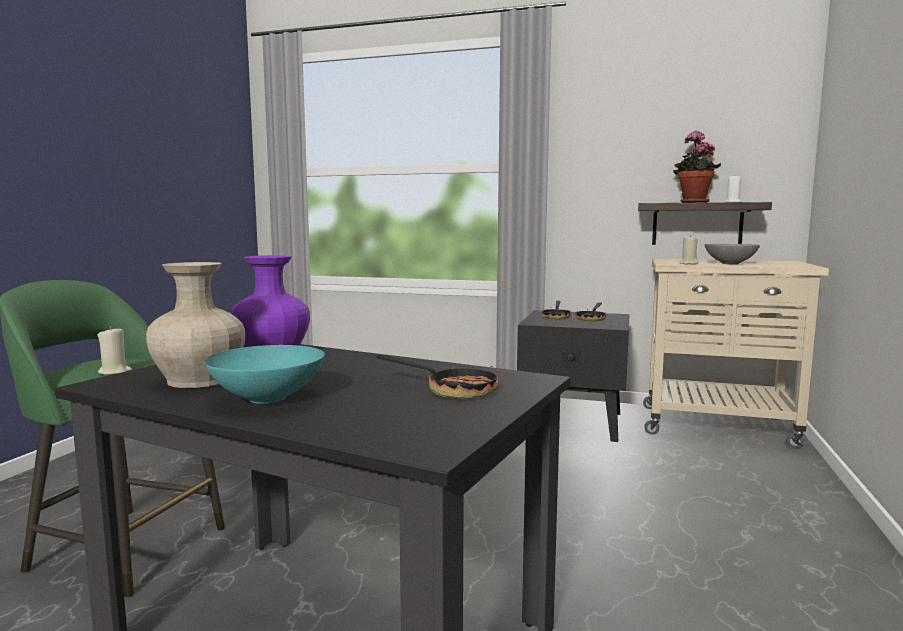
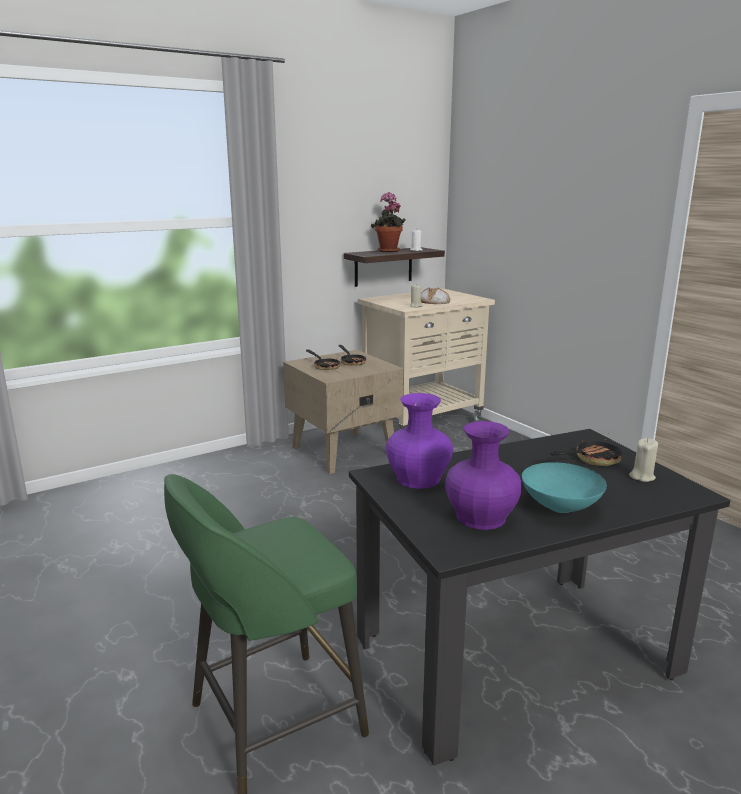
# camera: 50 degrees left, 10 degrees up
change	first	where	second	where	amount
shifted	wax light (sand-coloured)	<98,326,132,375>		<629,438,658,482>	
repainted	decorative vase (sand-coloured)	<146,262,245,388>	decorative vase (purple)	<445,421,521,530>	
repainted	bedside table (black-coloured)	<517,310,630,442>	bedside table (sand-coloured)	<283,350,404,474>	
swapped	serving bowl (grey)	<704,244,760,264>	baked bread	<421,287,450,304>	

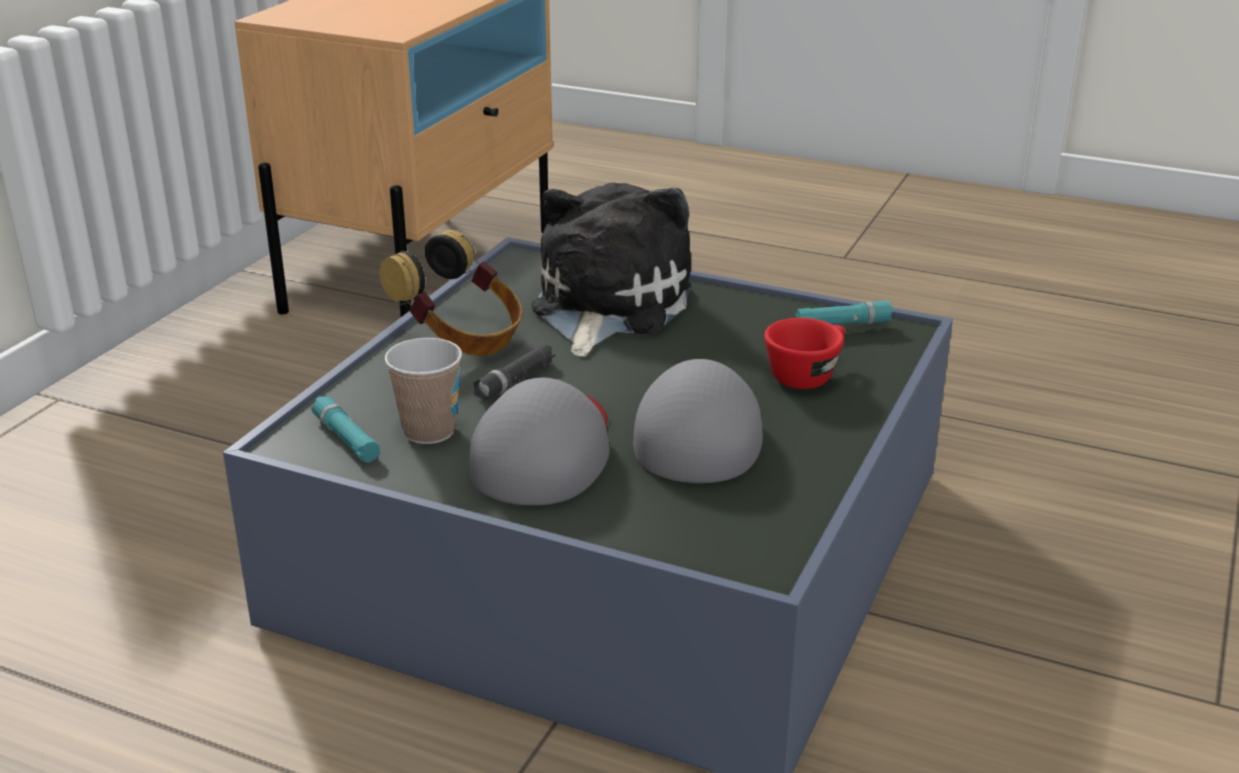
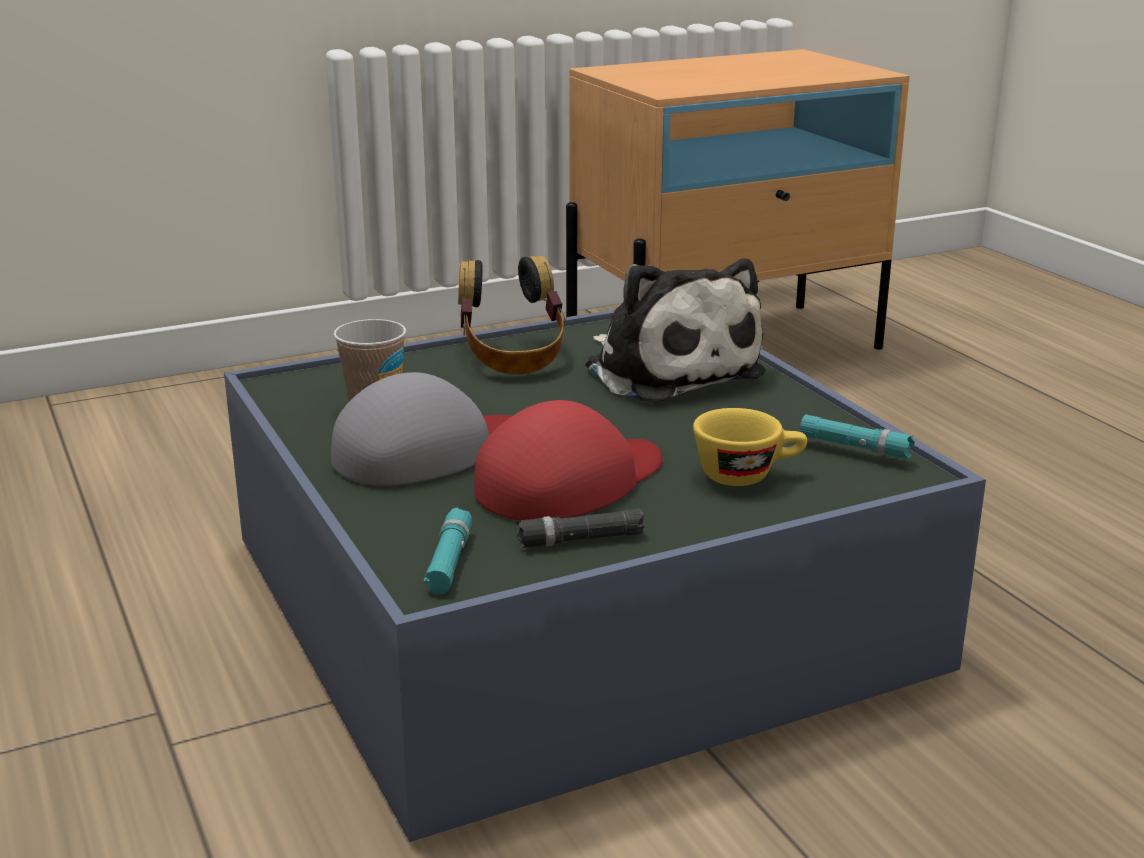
# camera: 40 degrees right, 5 degrees down
change	first	where	second	where	amount
shifted	flashlight (turquoise-coloured)	<311,396,380,463>		<424,508,472,594>	
shifted	flashlight (black-coloured)	<473,343,555,402>		<516,509,645,548>	
rotated	soft toy	<532,183,691,357>		<585,258,766,403>	90 degrees clockwise
repainted	baseball cap (grey)	<633,359,763,483>	baseball cap (red)	<474,400,662,521>	
repainted	cup (red)	<764,318,845,389>	cup (yellowish)	<693,408,807,486>	

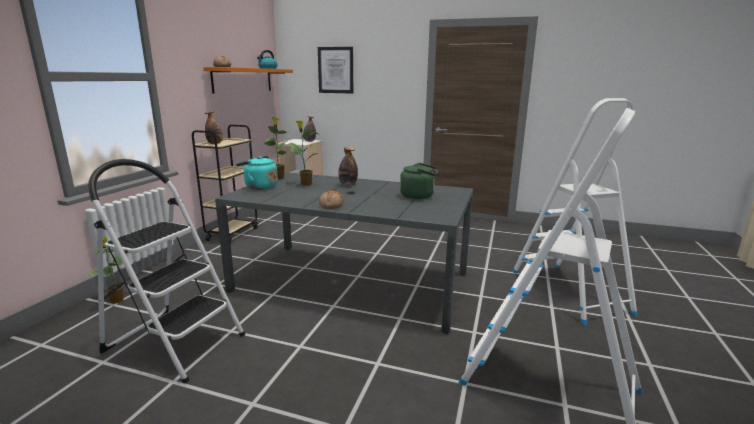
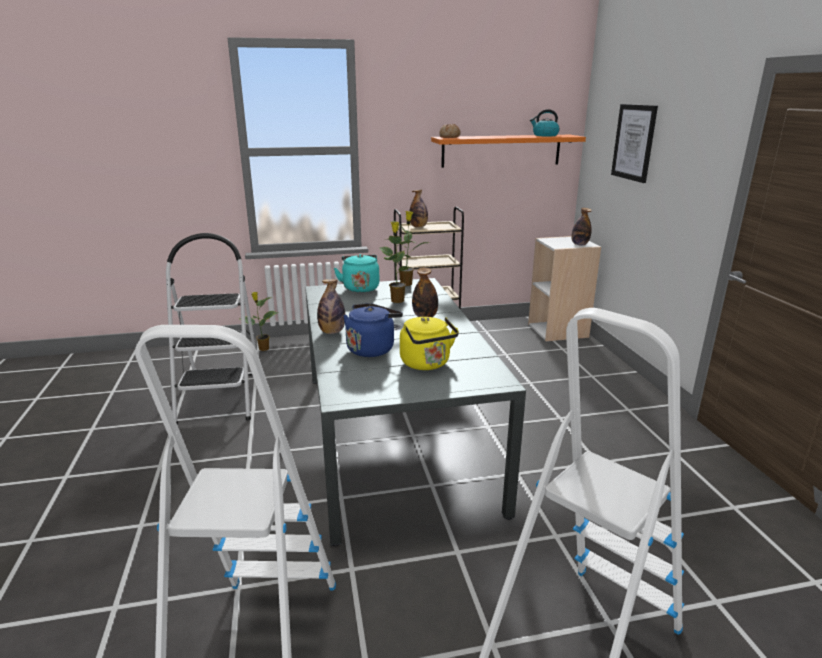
# camera: 60 degrees right, 5 degrees up
change	first	where	second	where	amount
swapped	baked bread	<319,190,344,209>	beverage bottle	<317,279,345,334>	
repainted	tea kettle (greenish)	<400,163,438,199>	tea kettle (yellowish)	<400,317,459,370>	
new			tea kettle (blue)	<343,303,403,357>	

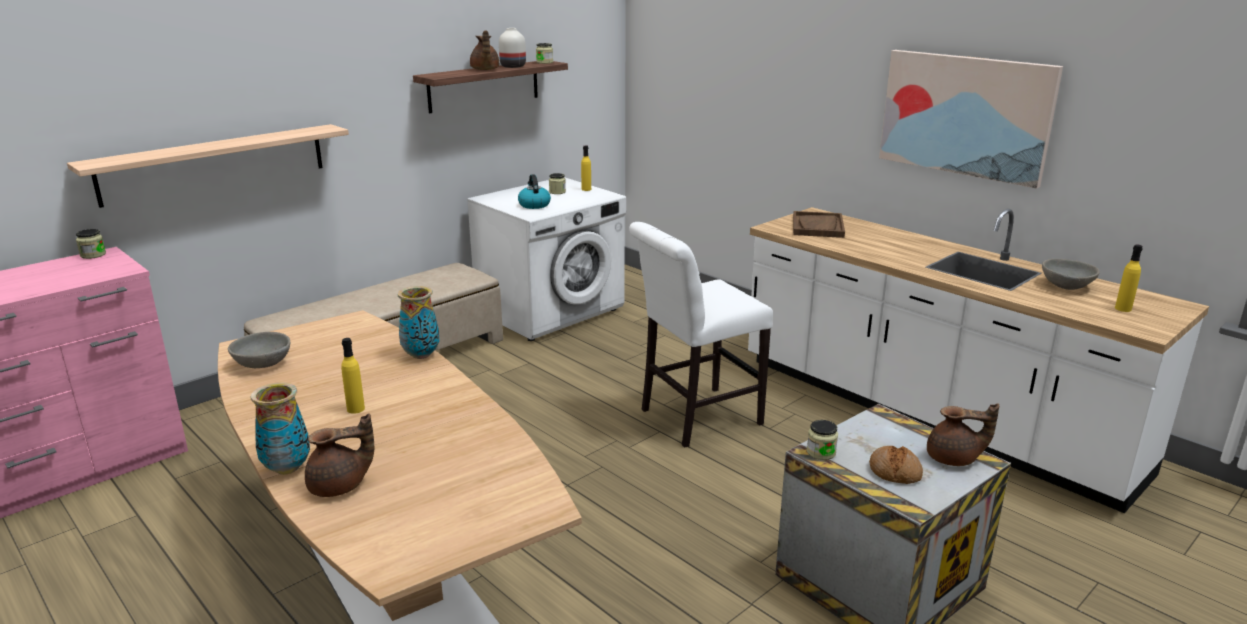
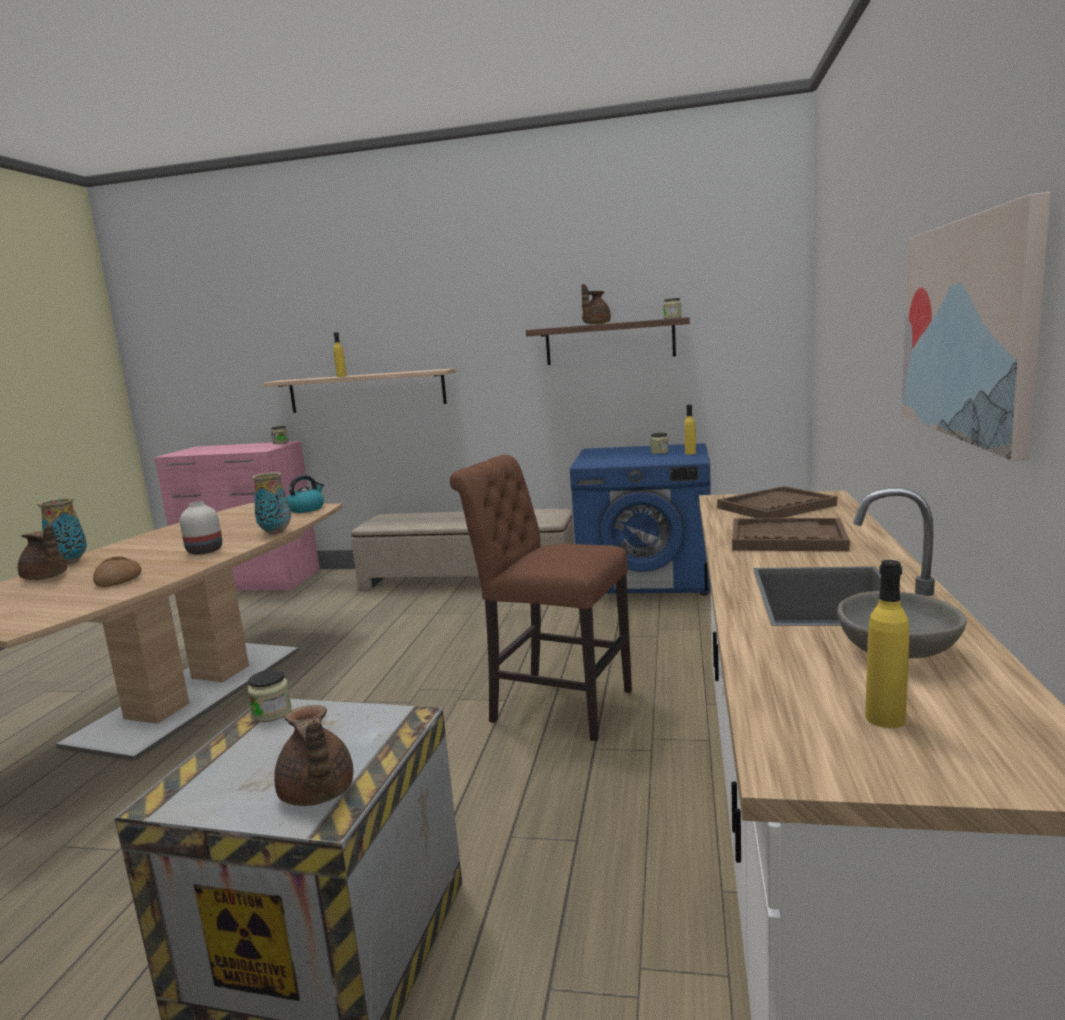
# camera: 55 degrees right, 10 degrees down
change	first	where	second	where	amount
gone	serving bowl (grey)	<228,332,290,368>			
shifted	beverage bottle (yellowish)	<341,338,365,414>		<333,332,347,377>	
repainted	laundry appliance (white)	<467,177,626,341>	laundry appliance (blue)	<570,443,711,595>	
shifted	decorative vase (white)	<499,28,526,68>		<180,501,222,555>	
shifted	tea kettle	<518,174,551,209>		<287,475,324,513>	
repainted	stool (white)	<629,222,773,448>	stool (brownish)	<450,455,632,742>	
shifted	baked bread	<869,446,923,484>		<93,556,142,587>	
new			serving tray (brownish)	<732,518,850,551>	

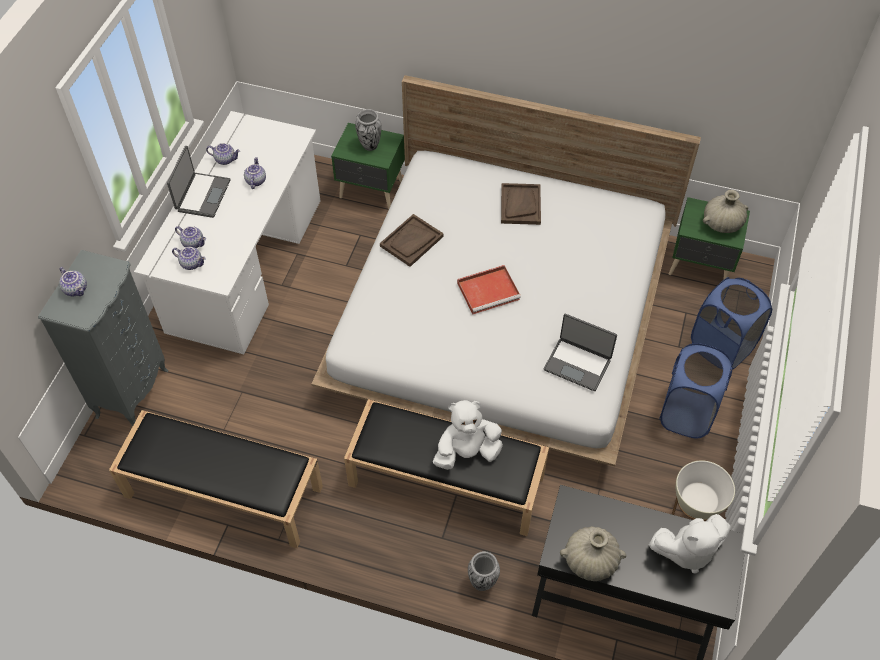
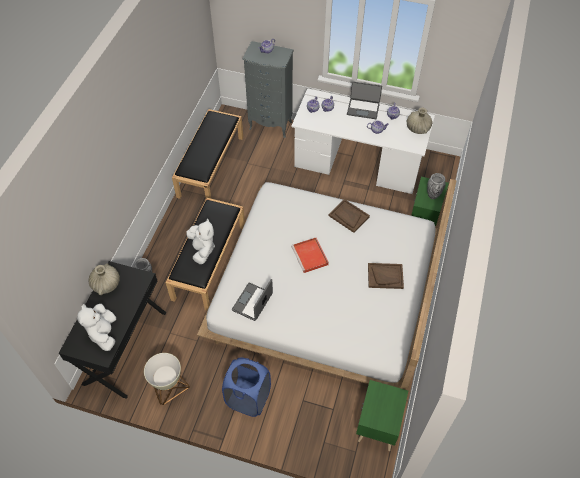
# camera: 90 degrees right, 0 degrees up
change	first	where	second	where	amount
gone	hamper (blue)	<691,277,772,370>			
shifted	decorative vase (sand-coloured)	<703,190,748,233>		<407,108,432,134>	

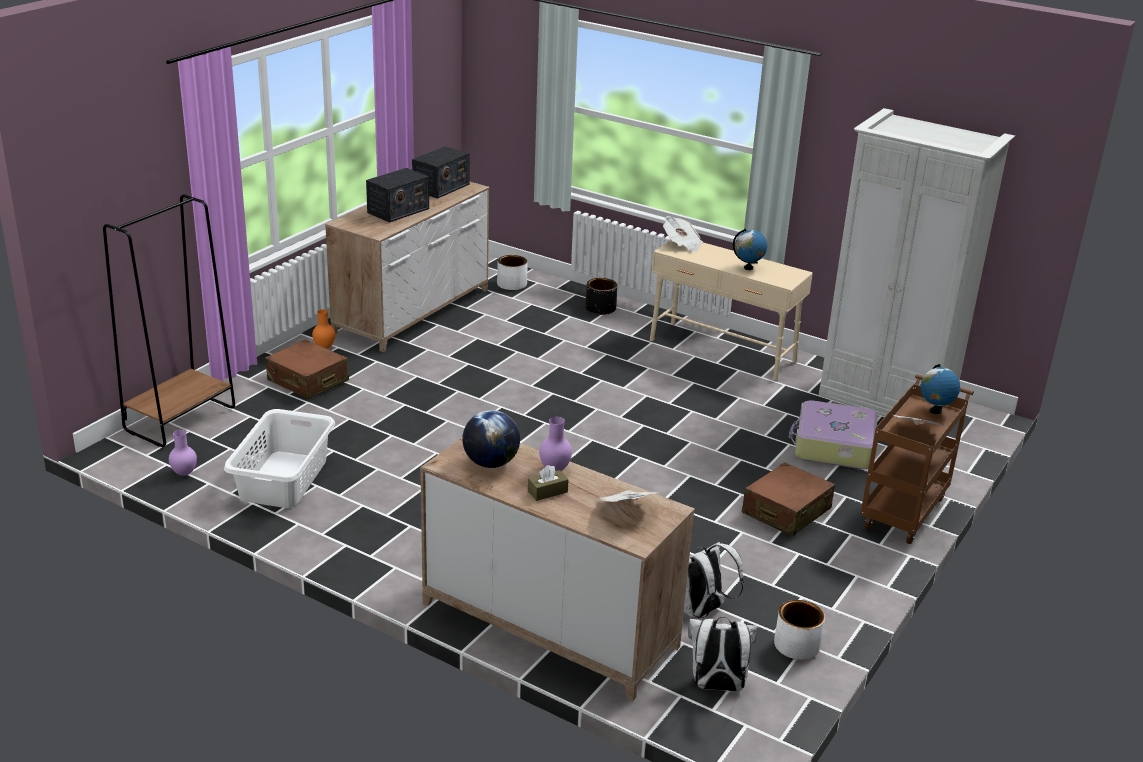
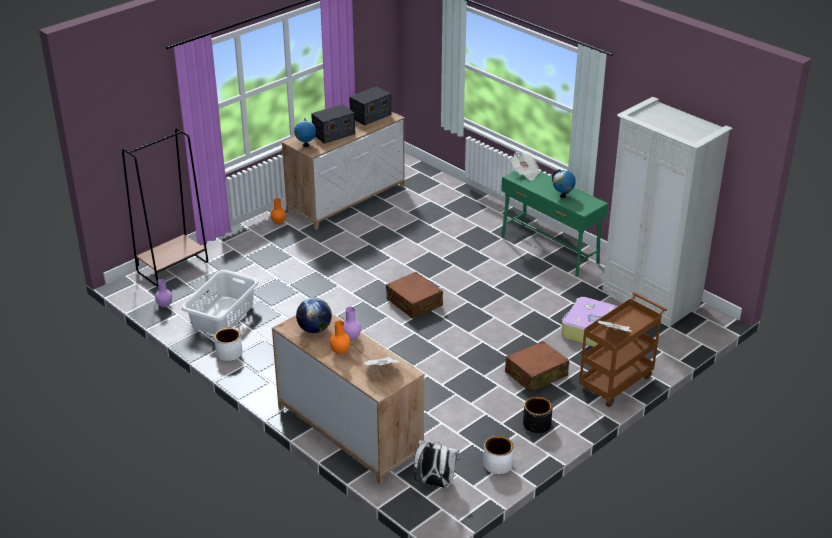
# camera: 15 degrees right, 5 degrees up
change	first	where	second	where	amount
shifted	travel case (brownish)	<265,339,349,399>		<386,272,443,319>	
shifted	planter (white)	<497,255,528,291>		<214,328,242,361>	
swapped	tissue box (brownish)	<528,465,568,501>	decorative vase (orange-coloured)	<330,320,350,354>	
shifted	planter (black-coloured)	<585,278,617,315>		<523,397,553,433>	
repainted	hall table (sand-coloured)	<650,240,813,381>	hall table (greenish)	<501,171,608,277>	
gone	rucksack (white)	<684,542,744,619>			
shifted	world globe	<920,364,960,414>		<294,118,316,147>	

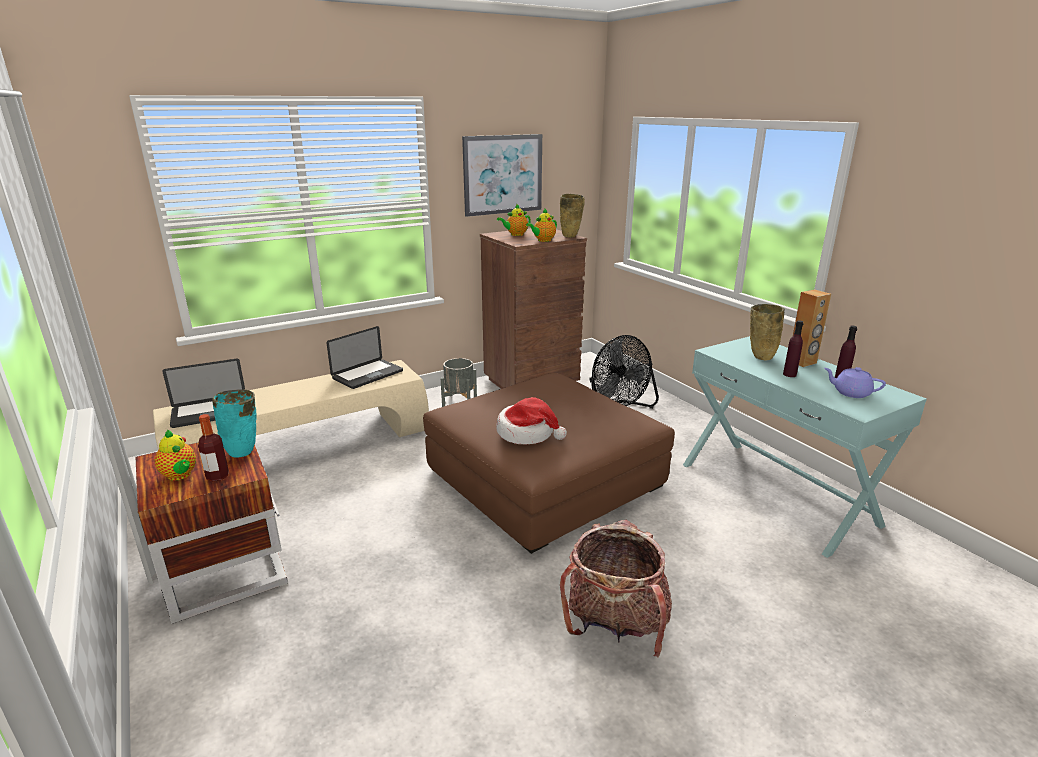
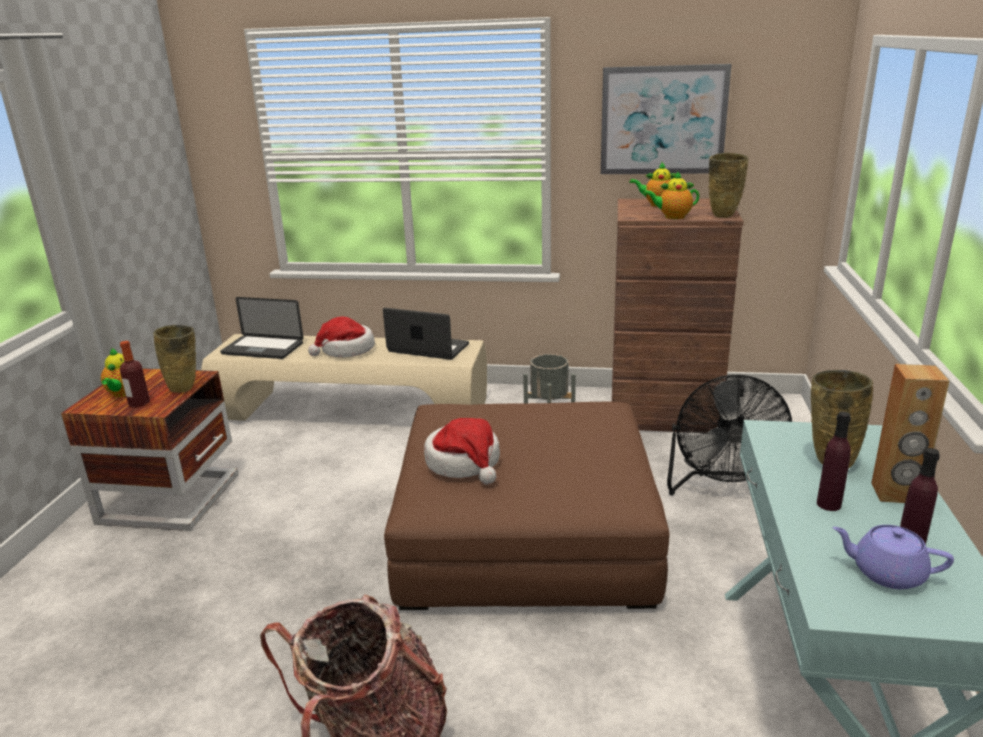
# camera: 40 degrees right, 0 degrees up
change	first	where	second	where	amount
repainted	decorative vase (turquoise-coloured)	<212,389,257,458>	decorative vase (sand-coloured)	<154,325,196,393>	
rotated	portable computer	<326,326,403,389>		<383,308,469,360>	150 degrees counterclockwise
rotated	tea pot (purple)	<824,367,886,398>		<832,525,954,589>	45 degrees counterclockwise
new			clothing hat	<308,317,375,357>	

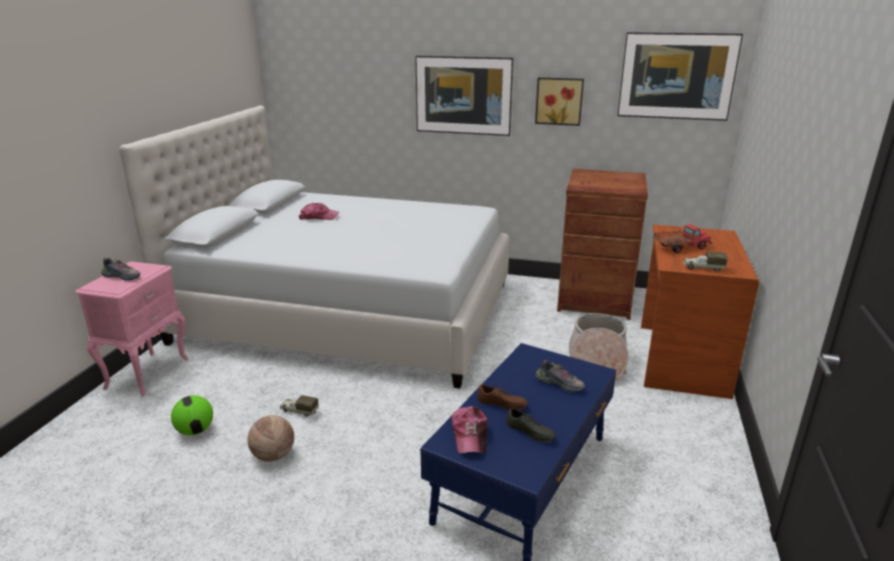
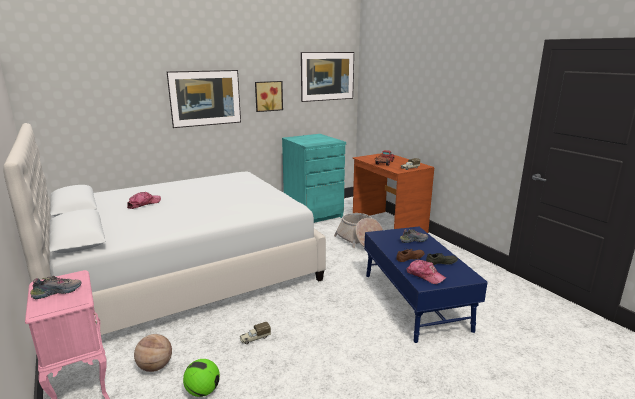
# camera: 45 degrees left, 5 degrees down
change	first	where	second	where	amount
shifted	basketball ball	<247,415,294,462>		<134,334,172,372>	
repainted	dresser (brownish)	<557,169,648,320>	dresser (turquoise-coloured)	<282,134,346,223>	

